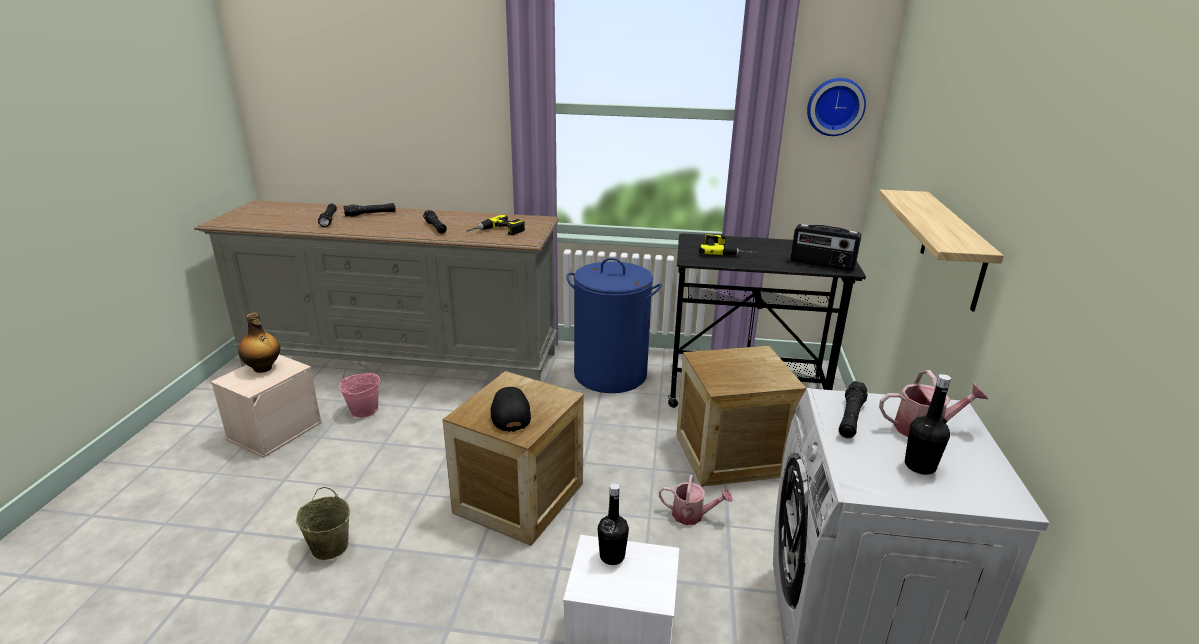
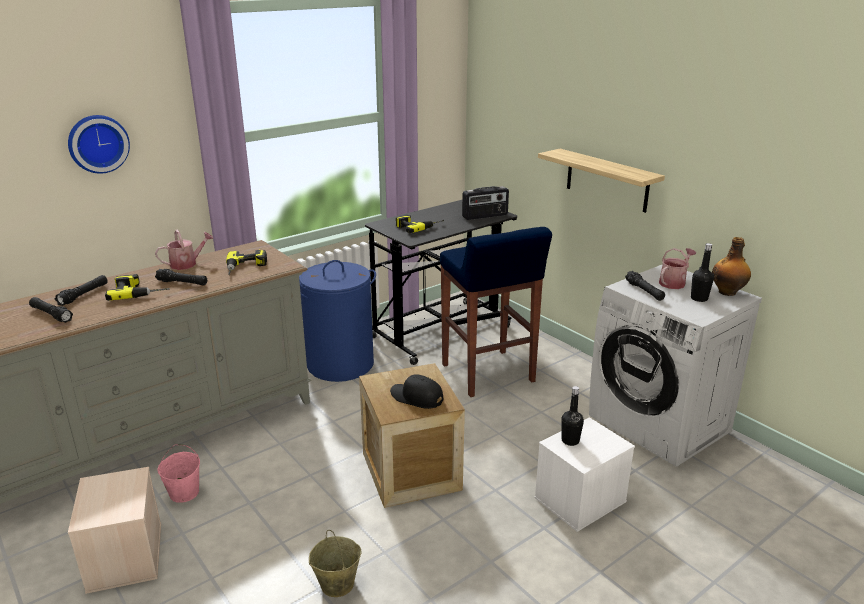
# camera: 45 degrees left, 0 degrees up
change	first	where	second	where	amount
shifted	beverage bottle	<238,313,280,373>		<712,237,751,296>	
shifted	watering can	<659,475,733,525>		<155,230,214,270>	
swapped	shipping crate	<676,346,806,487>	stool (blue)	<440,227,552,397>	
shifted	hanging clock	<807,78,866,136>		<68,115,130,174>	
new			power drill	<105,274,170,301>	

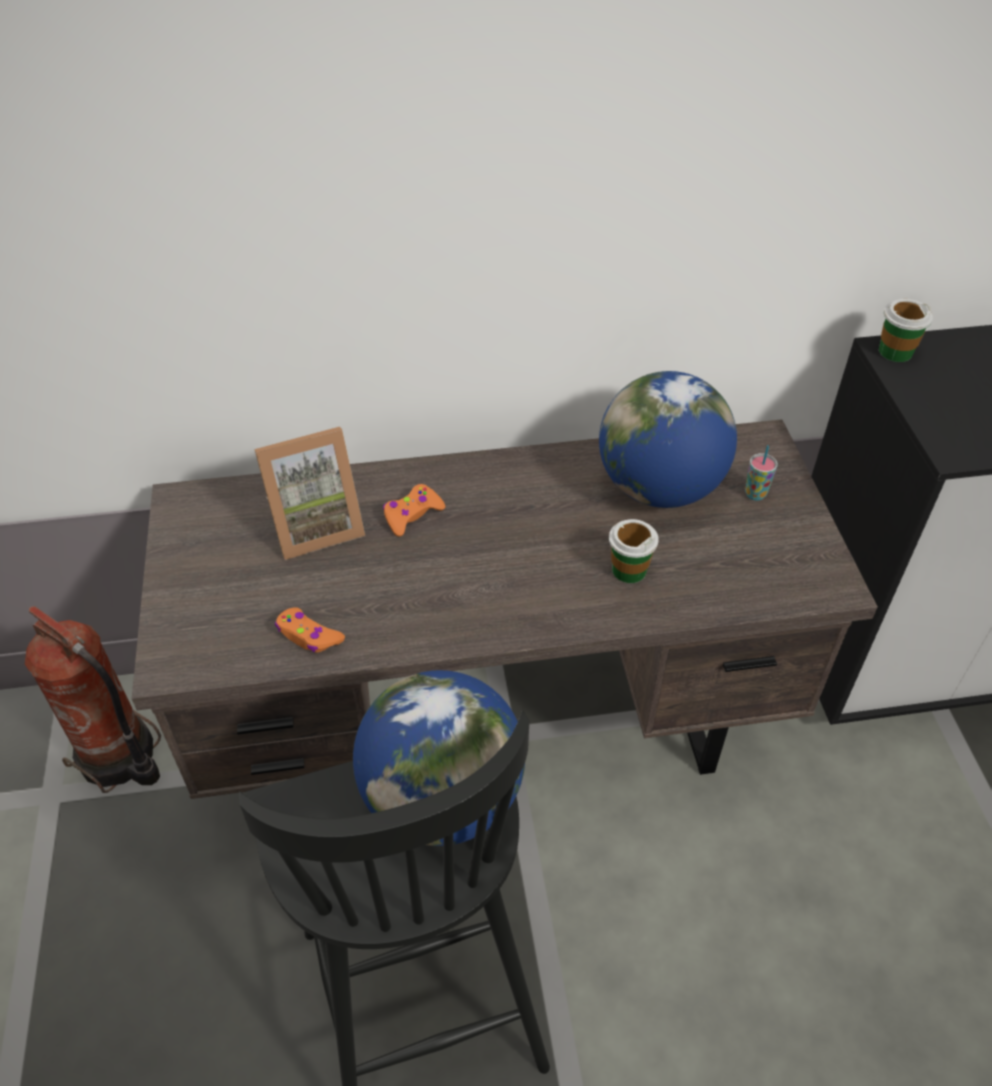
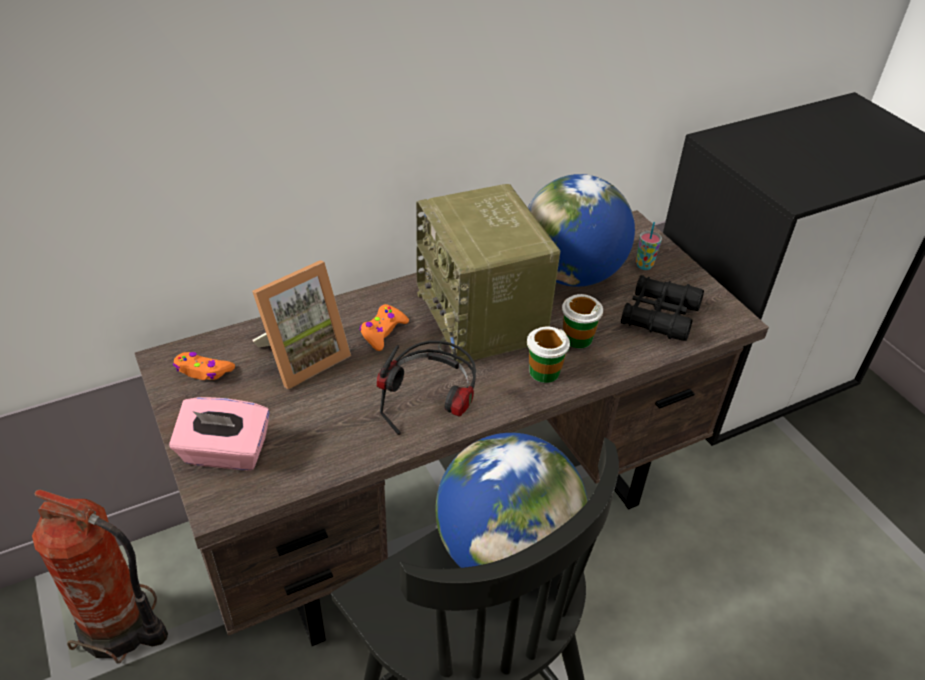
# camera: 20 degrees left, 5 degrees down
change	first	where	second	where	amount
shifted	gamepad (orange-coloured)	<275,607,345,653>		<173,352,235,380>	
shifted	cup	<879,299,933,362>		<527,327,570,383>	
new			tissue box (pink-coloured)	<169,397,270,470>	
new			headphones	<377,341,476,435>	
new			radio receiver	<416,184,560,364>	
new			pair of binoculars (black-coloured)	<621,275,704,341>	

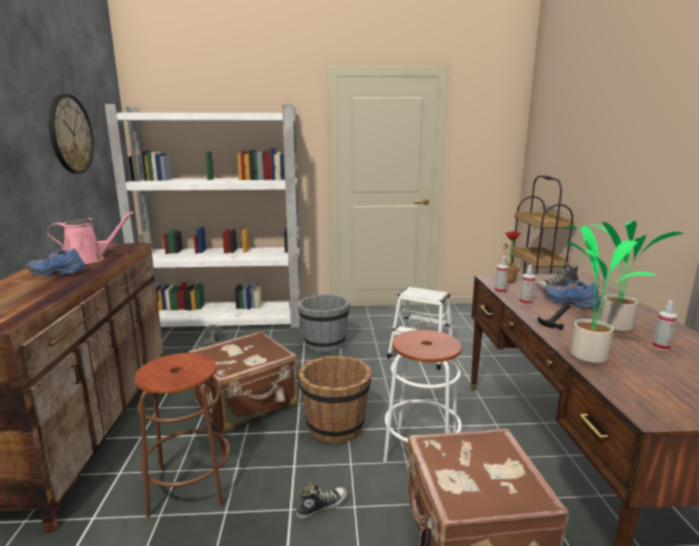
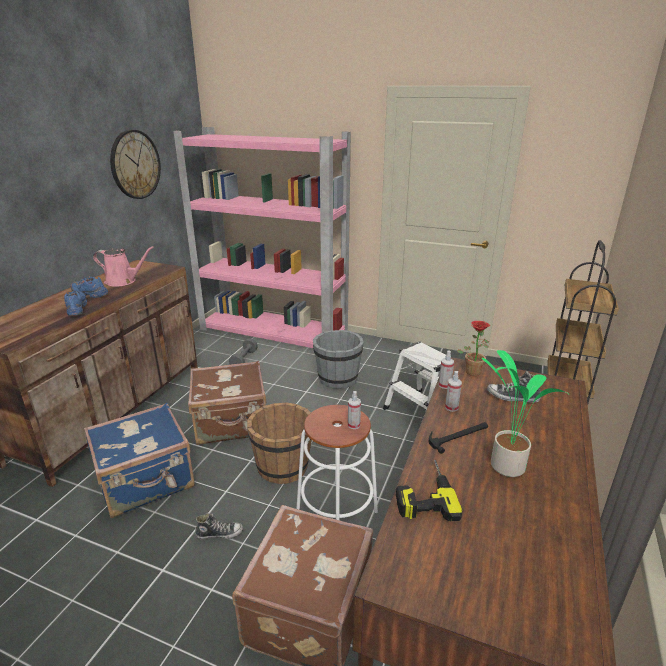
# camera: 25 degrees right, 10 degrees up
change	first	where	second	where	amount
repainted	bookcase (white)	<105,104,302,328>	bookcase (pink-coloured)	<173,127,351,348>	
swapped	stool (brownish)	<134,353,230,518>	travel case (blue)	<84,403,195,518>	
shifted	low shoe (blue)	<543,280,601,309>		<64,290,87,316>	
swapped	houseplant	<566,225,656,364>	power drill	<396,459,462,521>	
shifted	hand sprayer	<652,301,677,351>		<348,391,361,429>	

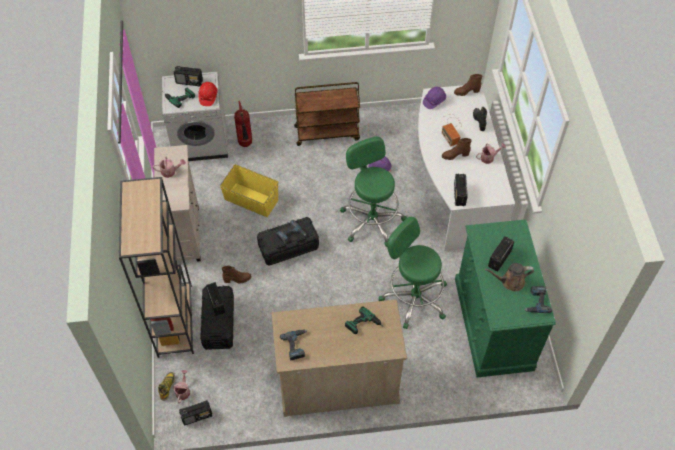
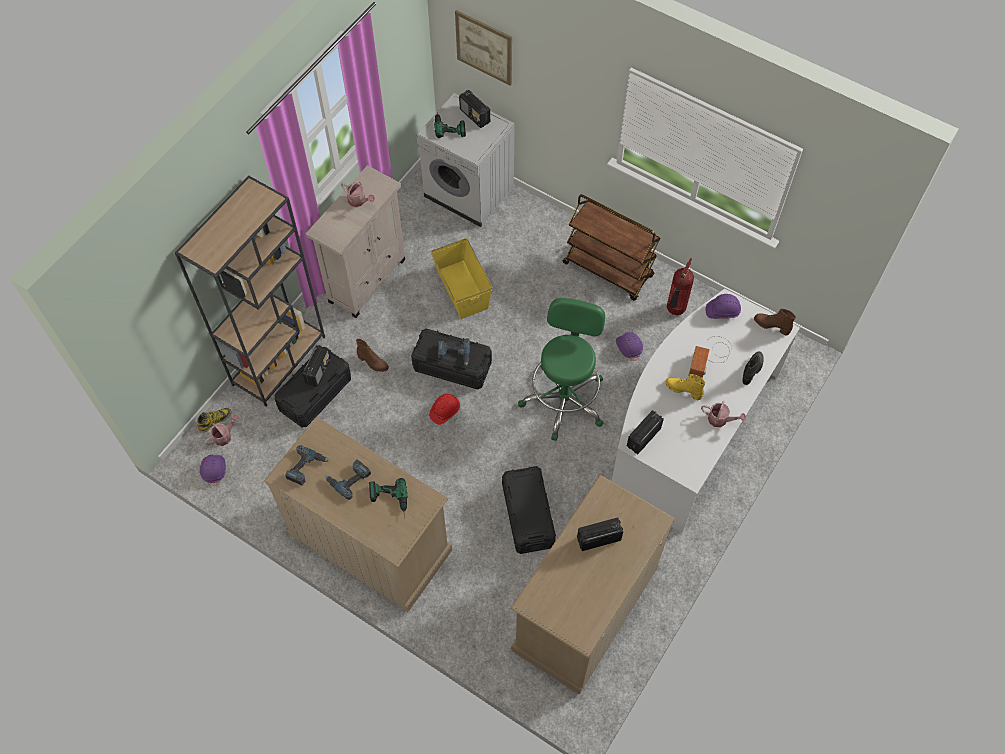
# camera: 40 degrees right, 5 degrees up
change	first	where	second	where	amount
swapped	radio receiver	<179,400,212,426>	hard hat (purple)	<200,455,226,486>	
shifted	hard hat (red)	<198,82,218,106>		<429,394,460,425>	
shifted	fire extinguisher	<234,101,252,147>		<667,258,694,315>	
swapped	stool (greenish)	<379,217,447,329>	storage box (black-coloured)	<502,466,556,554>	
repainted	high-top boot (brownish)	<442,138,472,160>	high-top boot (yellowish)	<665,374,706,401>	
repainted	dresser (greenish)	<455,219,556,377>	dresser (sand-coloured)	<510,475,675,695>	
gone	watering can (brownish)	<485,263,534,291>			
shifted	power drill	<524,286,552,313>		<325,459,371,500>	
new			picture	<455,10,512,86>	

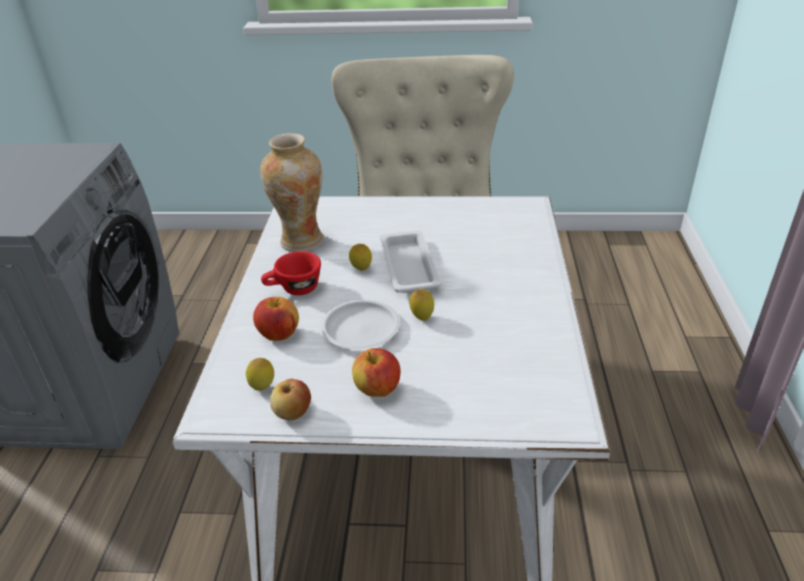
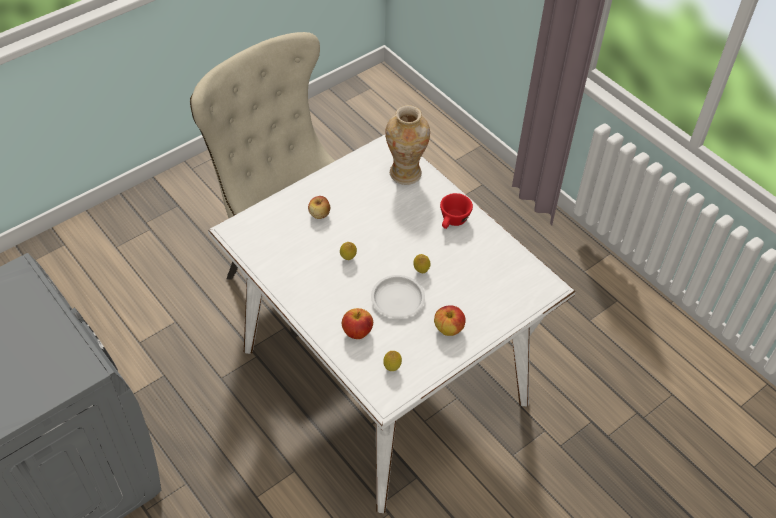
# camera: 45 degrees left, 15 degrees up
change	first	where	second	where	amount
shifted	decorative vase	<260,133,324,252>		<385,105,430,185>	
shifted	cup (red)	<261,251,321,295>		<440,193,473,229>	
shifted	apple	<270,379,311,421>		<308,196,330,219>	
gone	serving tray (white)	<380,231,441,293>			

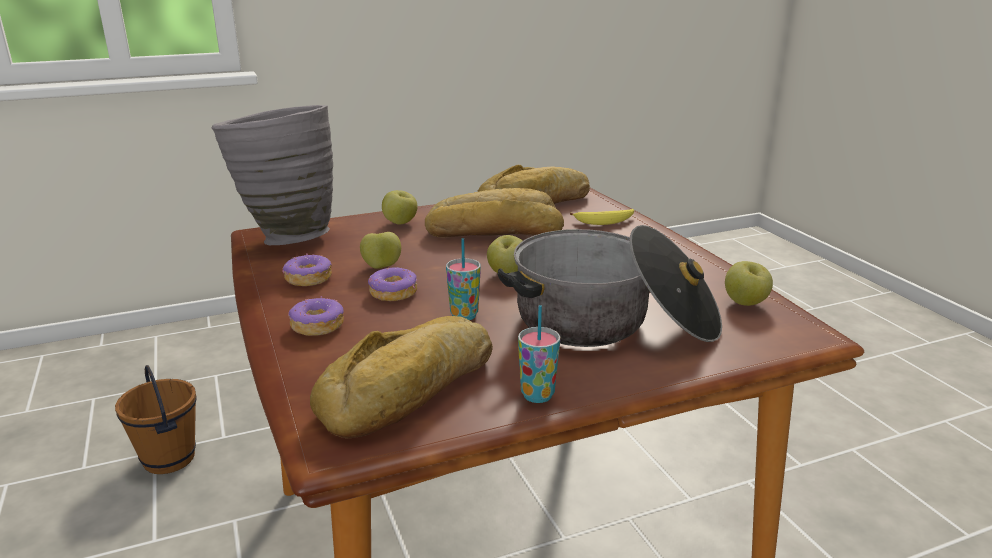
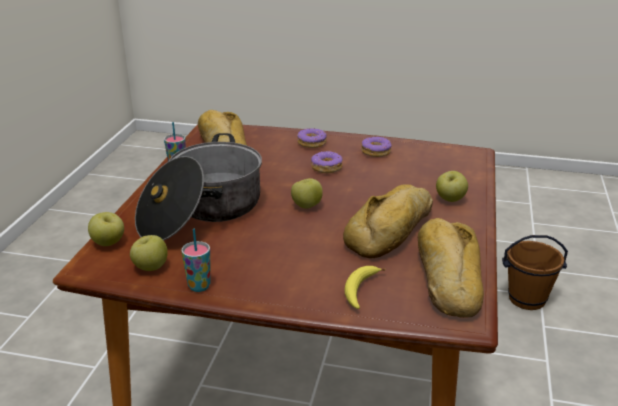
# camera: 125 degrees right, 5 degrees up
change	first	where	second	where	amount
gone	decorative vase (grey)	<211,105,333,245>			
shifted	apple	<360,232,401,269>		<88,212,124,246>	
shifted	cup	<446,238,481,320>		<181,229,211,292>	

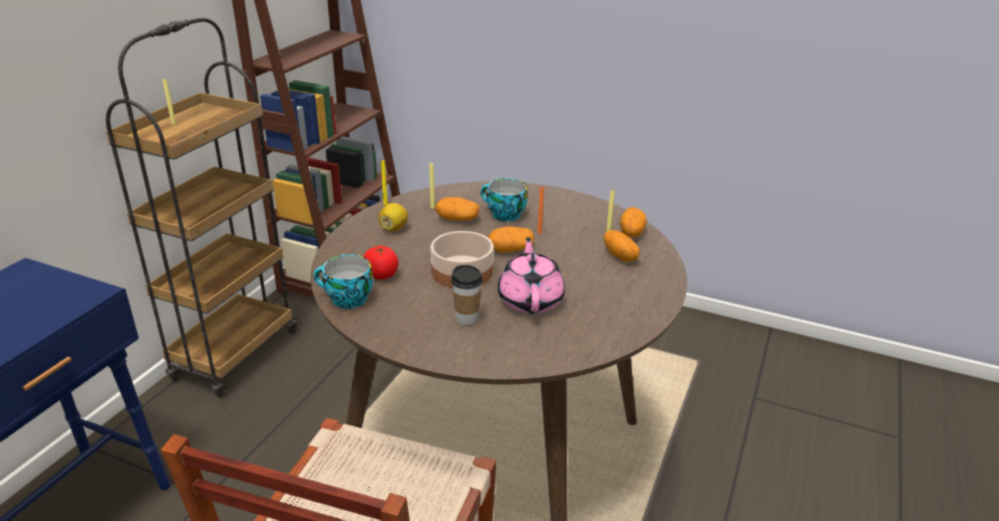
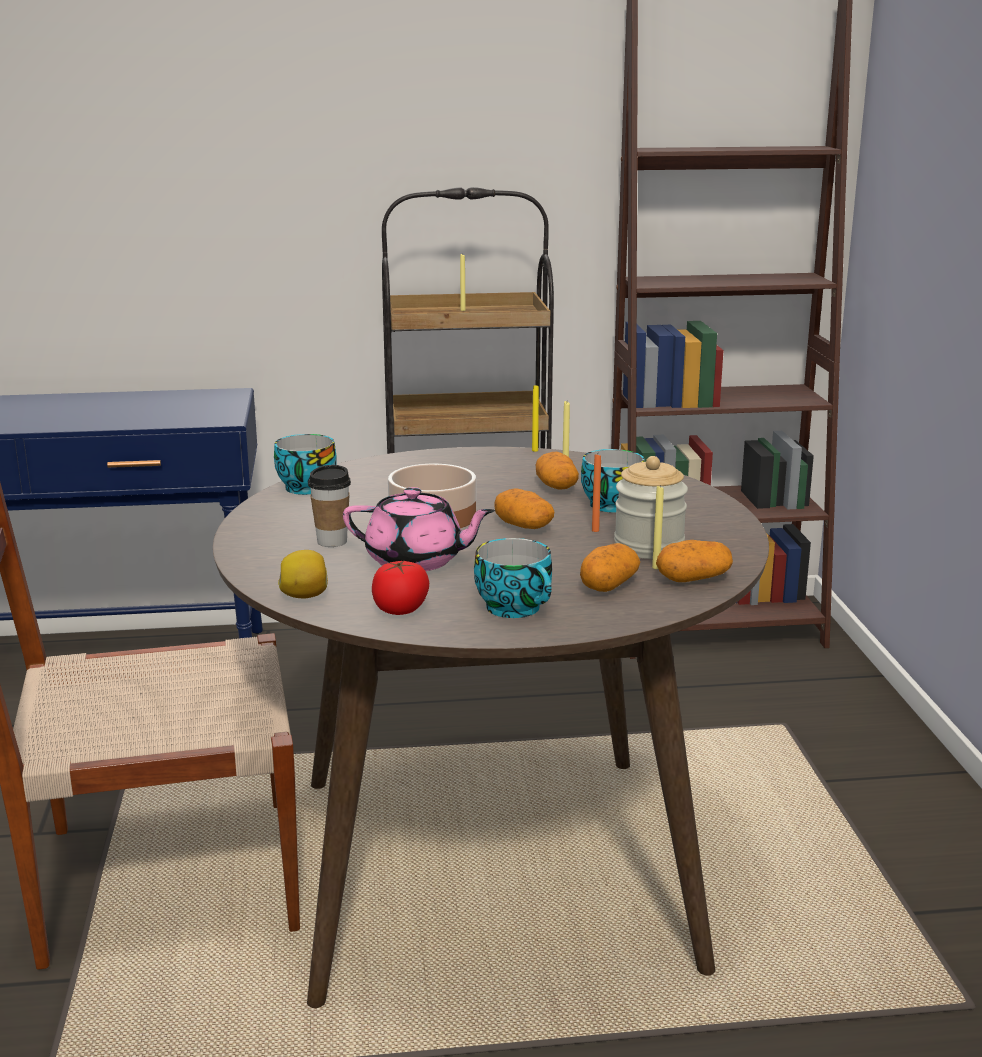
# camera: 60 degrees right, 10 degrees down
change	first	where	second	where	amount
shifted	fresh tomato	<363,246,398,280>		<372,560,429,615>	
shifted	citrus fruit	<379,203,408,231>		<278,550,328,598>	
rotated	tea pot (pink-coloured)	<498,237,565,314>		<343,487,495,571>	45 degrees clockwise
new			cup	<474,538,552,618>	
new			jar	<614,456,688,559>	

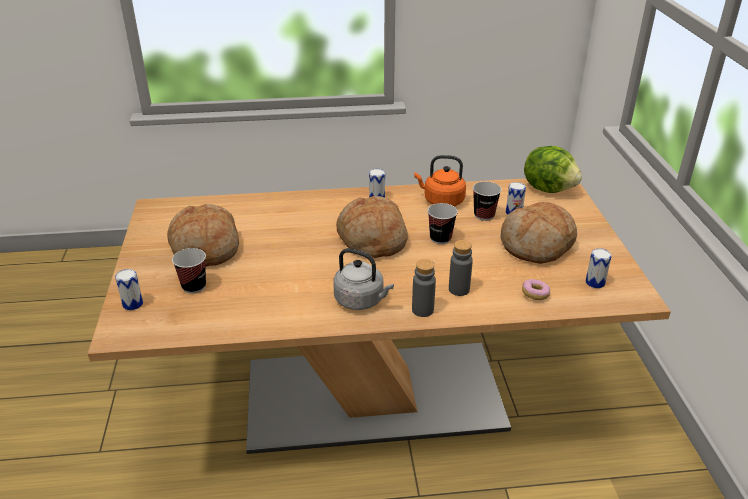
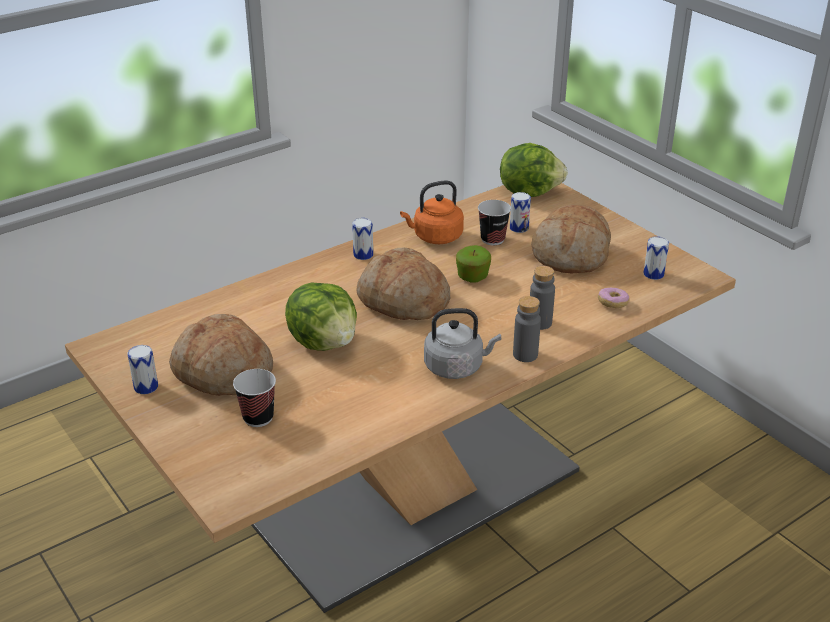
# camera: 30 degrees left, 0 degrees up
change	first	where	second	where	amount
shifted	sealed can	<115,269,143,310>		<128,345,158,394>	
swapped	cup	<427,203,458,244>	apple	<456,245,491,283>	
new			lettuce	<285,282,357,351>	

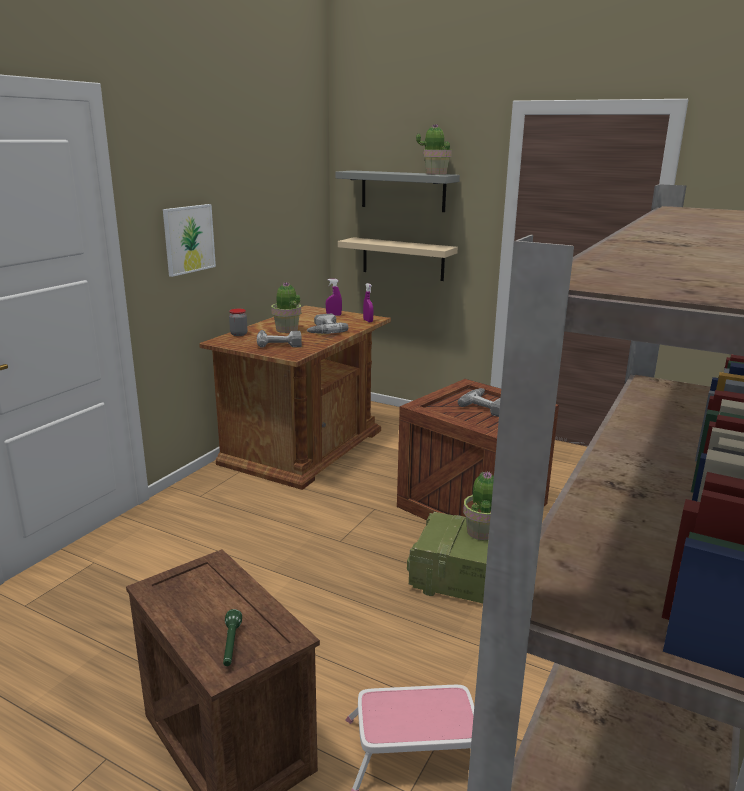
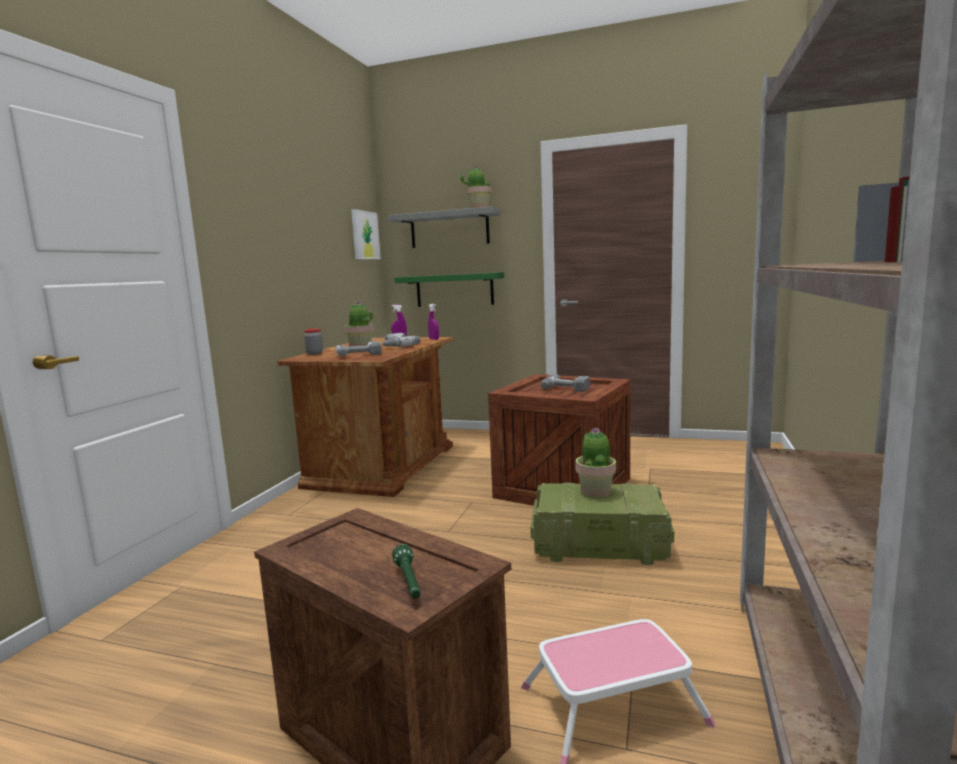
# camera: 10 degrees left, 10 degrees down
change	first	where	second	where	amount
shifted	picture	<163,204,216,277>		<351,209,381,259>	
repainted	bracket shelf (sand-coloured)	<338,237,458,281>	bracket shelf (greenish)	<394,272,504,307>	

